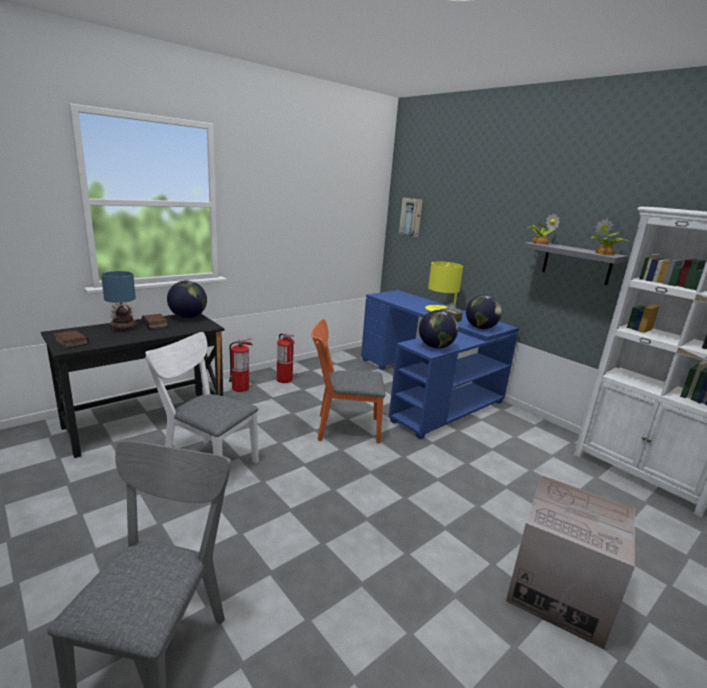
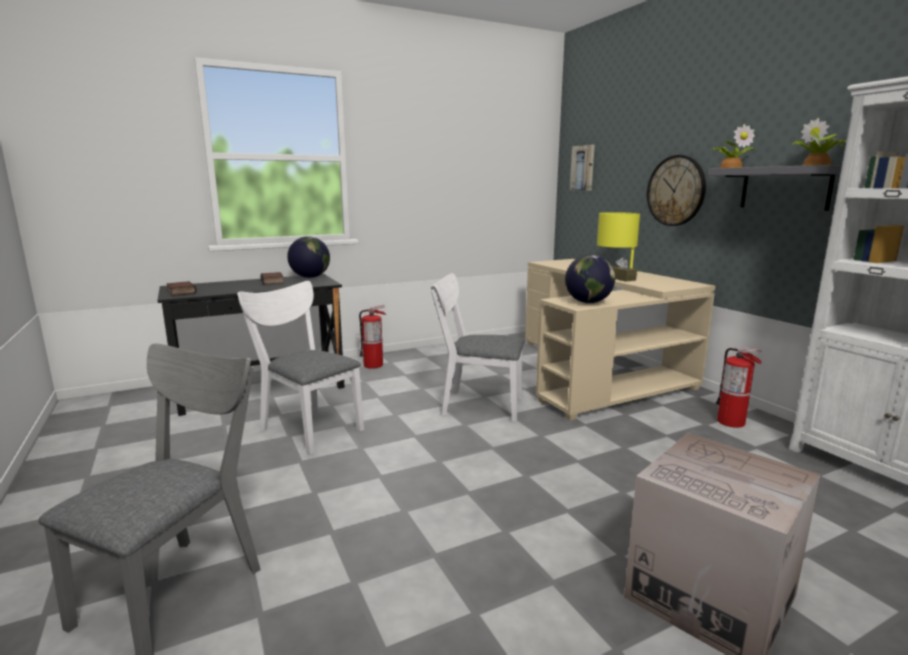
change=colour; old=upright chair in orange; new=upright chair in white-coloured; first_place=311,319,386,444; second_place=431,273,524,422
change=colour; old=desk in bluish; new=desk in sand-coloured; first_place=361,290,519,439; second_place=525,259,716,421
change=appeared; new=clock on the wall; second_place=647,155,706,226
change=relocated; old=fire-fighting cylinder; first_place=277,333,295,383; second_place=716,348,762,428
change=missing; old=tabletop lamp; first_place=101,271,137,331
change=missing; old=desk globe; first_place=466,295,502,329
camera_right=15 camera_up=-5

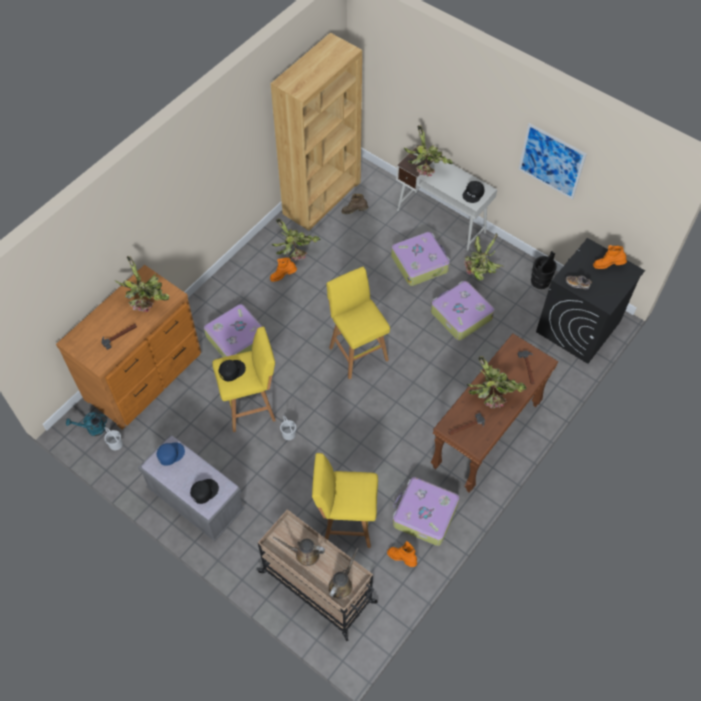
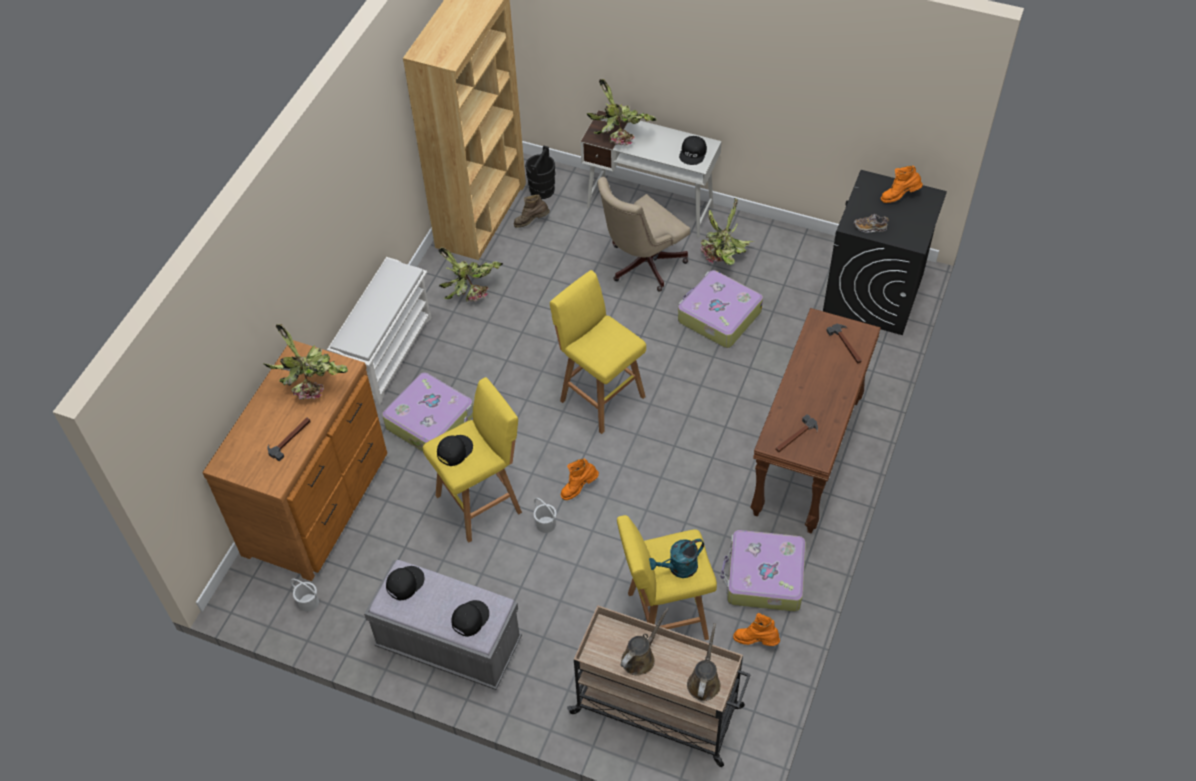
change=appeared; new=shoe rack in white-coloured; second_place=327,257,431,405
change=colour; old=peaked cap in bluish; new=peaked cap in black-coloured; first_place=157,443,185,466; second_place=386,566,425,600
change=relocated; old=bucket in black-coloured; first_place=531,251,557,289; second_place=525,145,555,199
change=relocated; old=tall boot in orange; first_place=270,257,297,282; second_place=561,458,599,500
change=exchanged; old=travel case; new=office chair in sand-coloured; first_place=391,232,450,286; second_place=597,177,690,292
change=spun; old=sprinkling can in brownish; first_place=273,537,325,566; second_place=621,608,669,676; degrees=135
change=relocated; old=sprinkling can in blue-green; first_place=66,412,107,436; second_place=649,539,704,578
change=missing; old=potted plant; first_place=467,356,527,408
change=missing; old=wall art; first_place=518,123,587,199
camera_right=-15 camera_up=-5

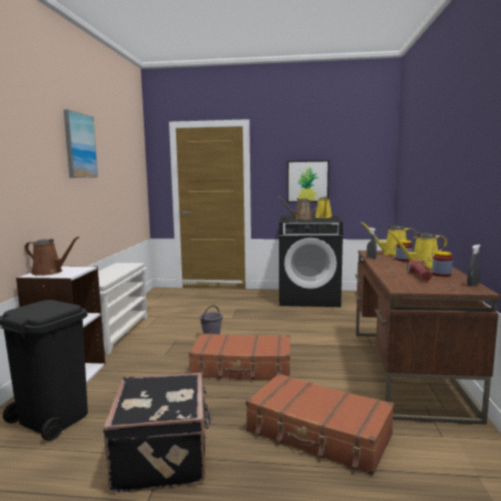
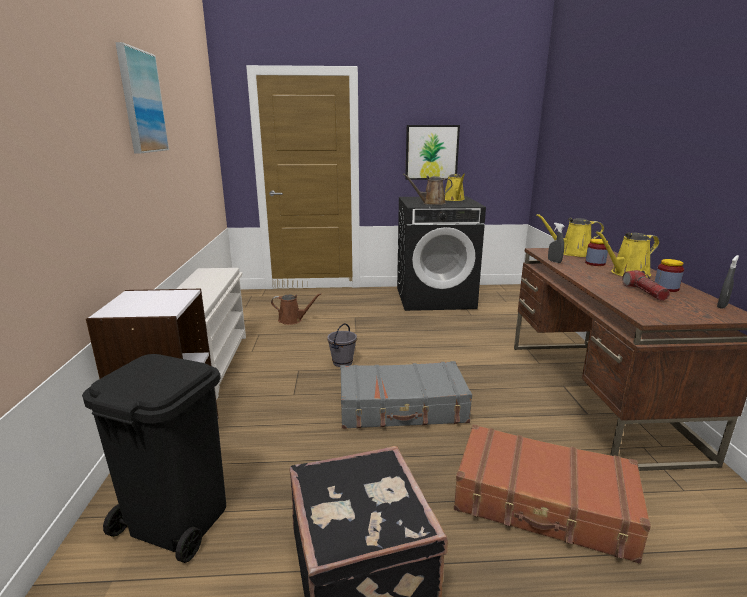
change=relocated; old=sprinkling can in brownish; first_place=25,236,80,276; second_place=271,293,322,325
change=colour; old=travel case in brownish; new=travel case in gray; first_place=189,333,290,380; second_place=340,361,472,429
camera_right=-10 camera_up=10

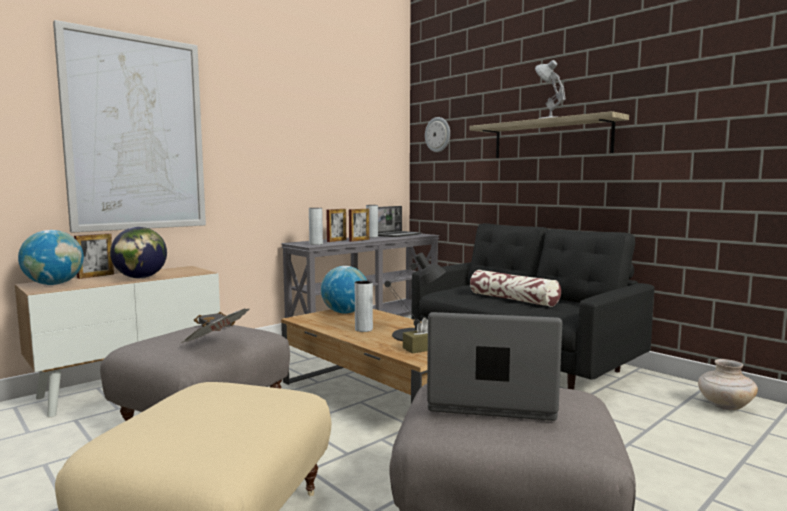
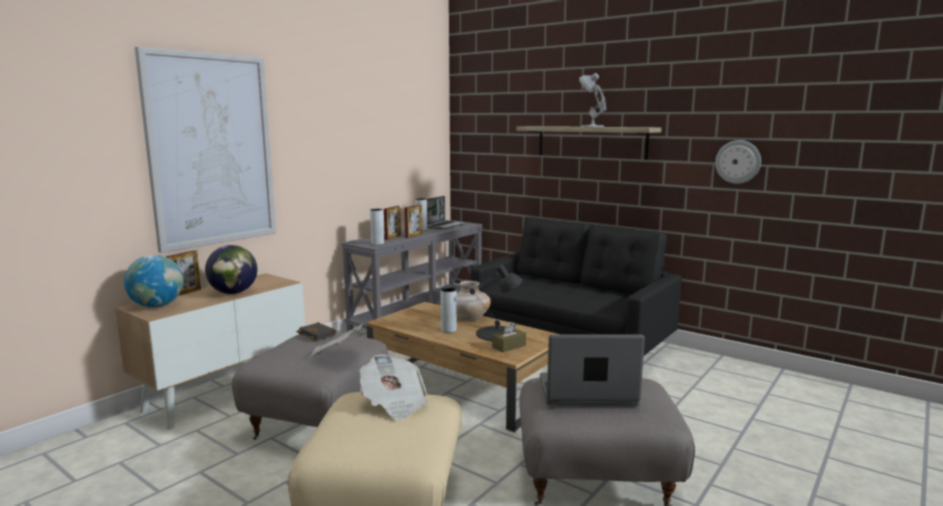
change=appeared; new=newspaper; second_place=360,354,428,421
change=relocated; old=decorative vase in sand-coloured; first_place=698,359,758,410; second_place=456,281,491,321
change=relocated; old=clock on the wall; first_place=425,117,450,152; second_place=715,140,761,184
change=missing; old=desk globe; first_place=321,266,367,314
change=missing; old=cushion; first_place=470,270,561,307
camera_right=-10 camera_up=5

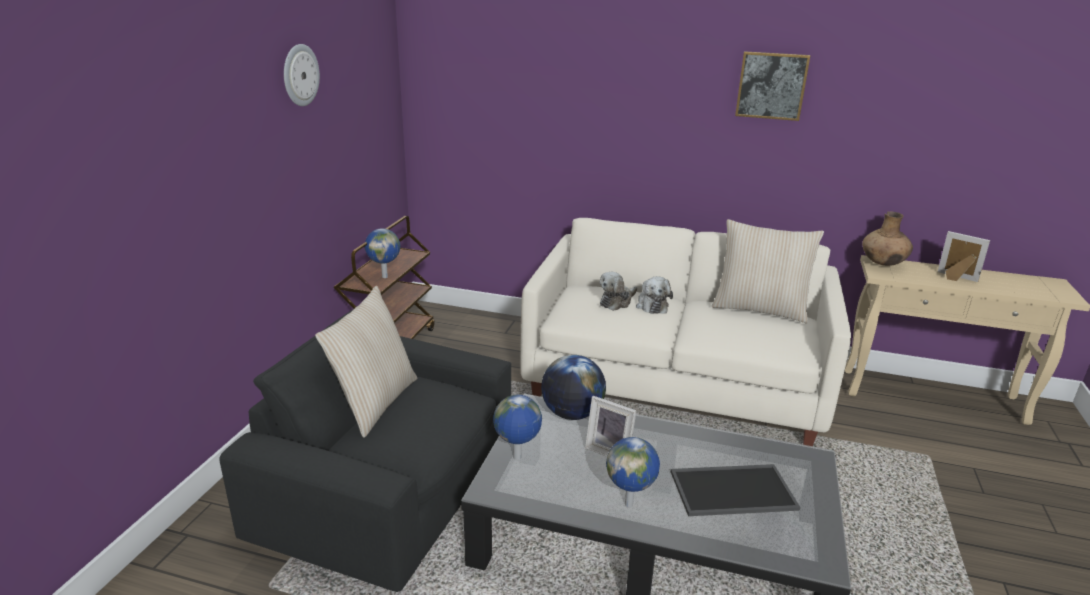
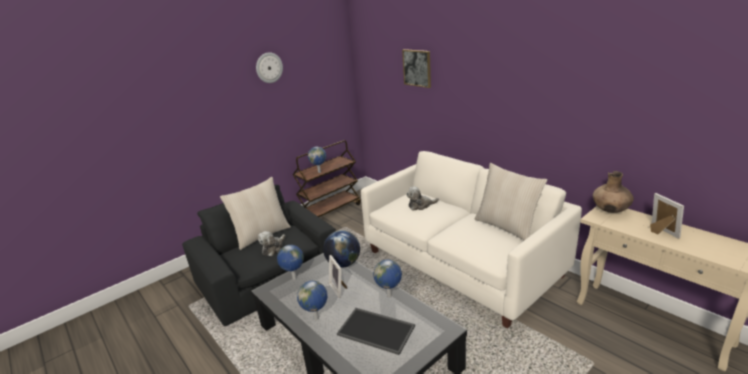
change=relocated; old=plush toy; first_place=636,276,673,314; second_place=258,231,285,256
change=appeared; new=desk globe; second_place=373,260,402,298
change=relocated; old=wall art; first_place=735,51,810,121; second_place=402,49,431,88
camera_right=35 camera_up=0

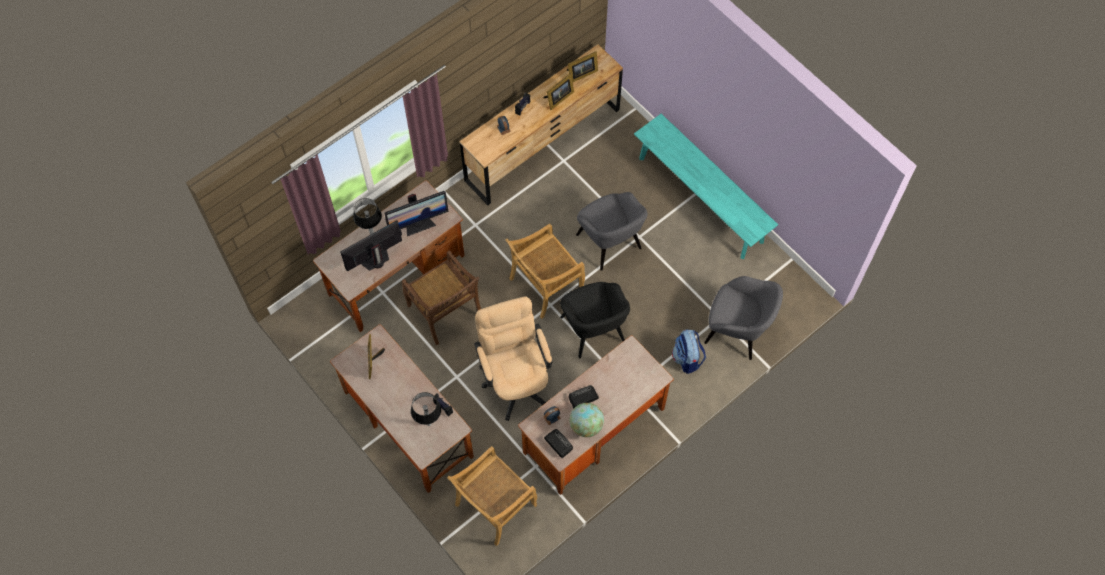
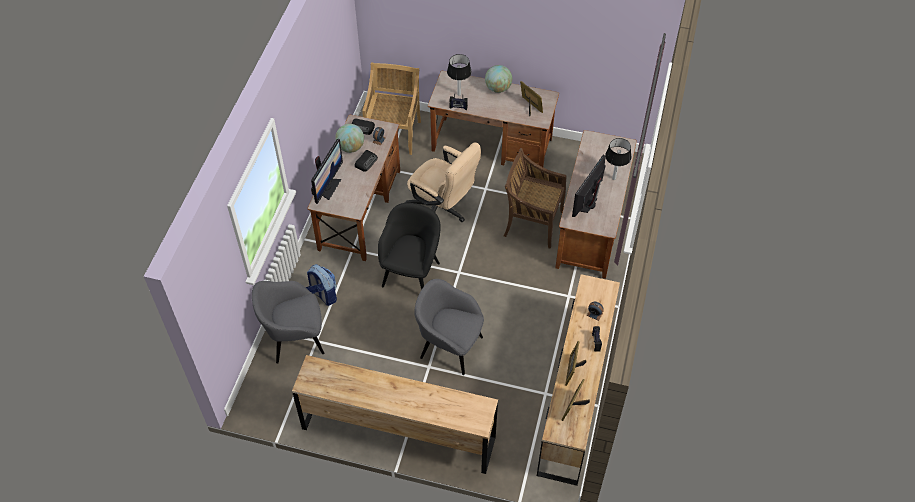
change=exchanged; old=bench in blue-green; new=drawer chest in brownish; first_place=634,114,778,259; second_place=292,355,498,474
change=relocated; old=monitor; first_place=340,220,402,271; second_place=311,139,343,204
change=spun; old=easy chair in black-coloured; first_place=560,282,630,358; second_place=378,203,441,290; degrees=75
change=appeared; new=desk globe; second_place=485,65,512,93
change=missing; old=upright chair in sand-coloured; first_place=505,224,585,319
camera_right=145 camera_up=-10

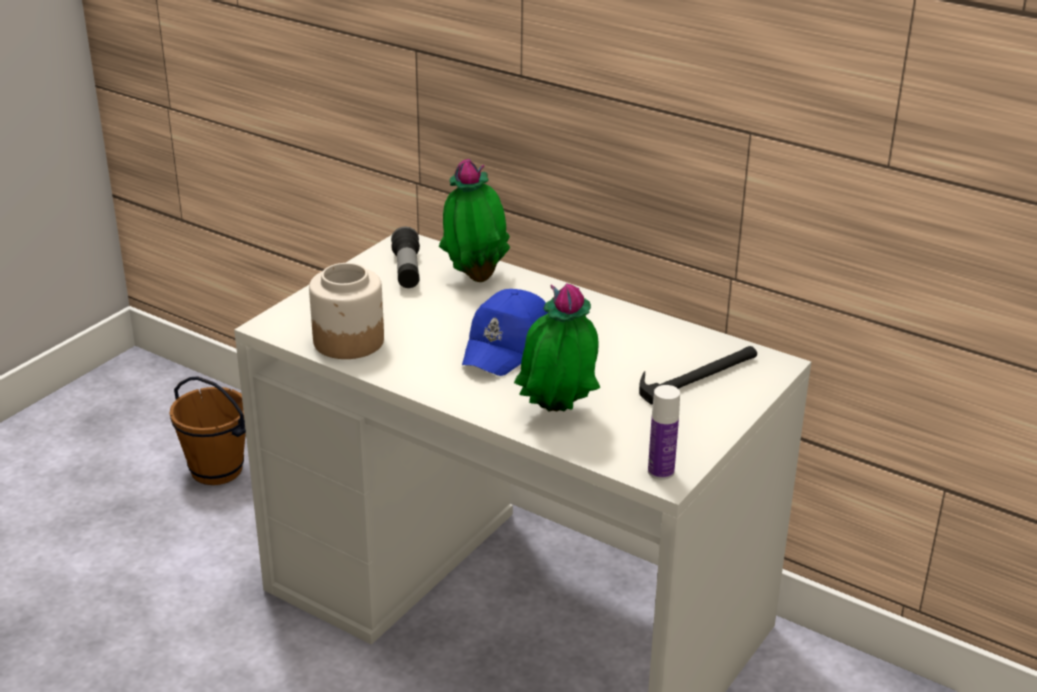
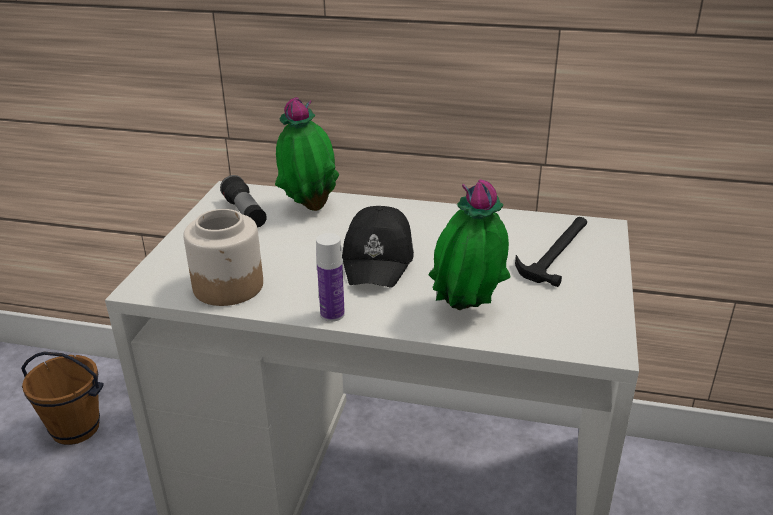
change=relocated; old=bottle; first_place=648,385,680,480; second_place=316,233,345,322
change=colour; old=peaked cap in bluish; new=peaked cap in black-coloured; first_place=462,289,548,376; second_place=342,206,414,288
camera_right=-20 camera_up=0

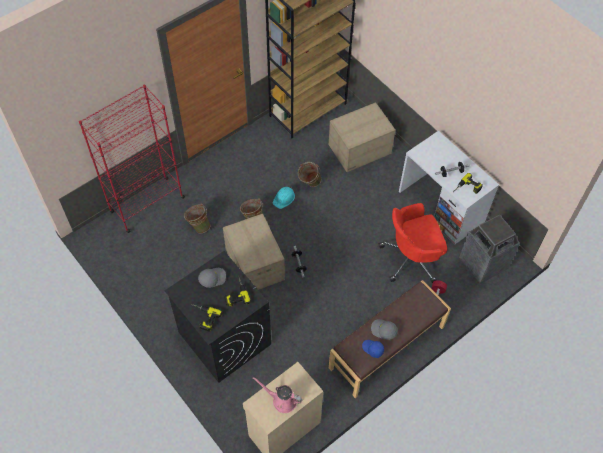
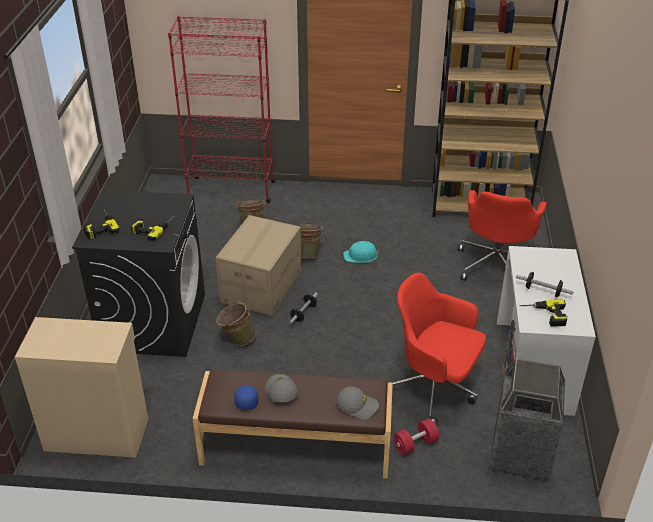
change=relocated; old=bucket in greenish; first_place=298,162,321,187; second_place=216,301,256,346
change=relocated; old=peaked cap in gray; first_place=198,268,226,288; second_place=337,387,379,420
change=exchanged; old=cardboard box; new=office chair in red; first_place=329,102,395,172; second_place=458,190,547,281
change=missing; old=sprinkling can in pink-coloured; first_place=253,377,302,413
camera_right=45 camera_up=-20

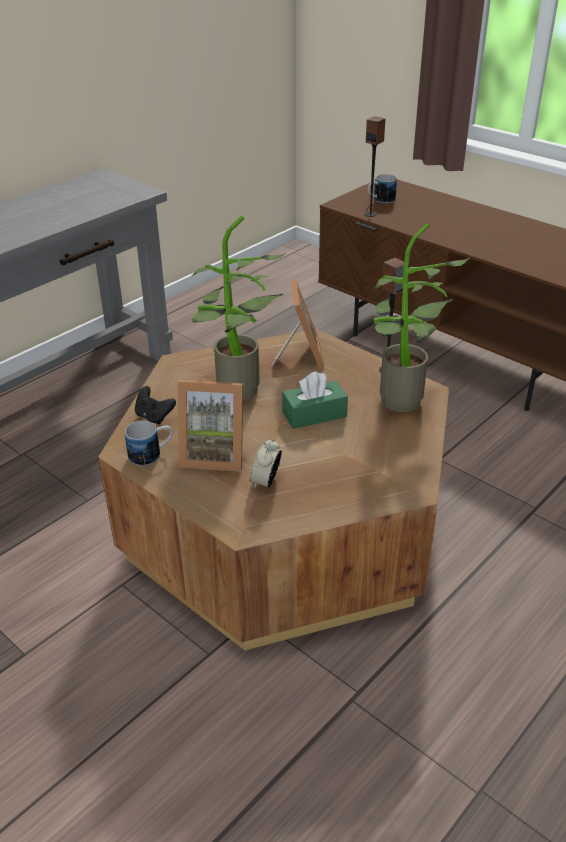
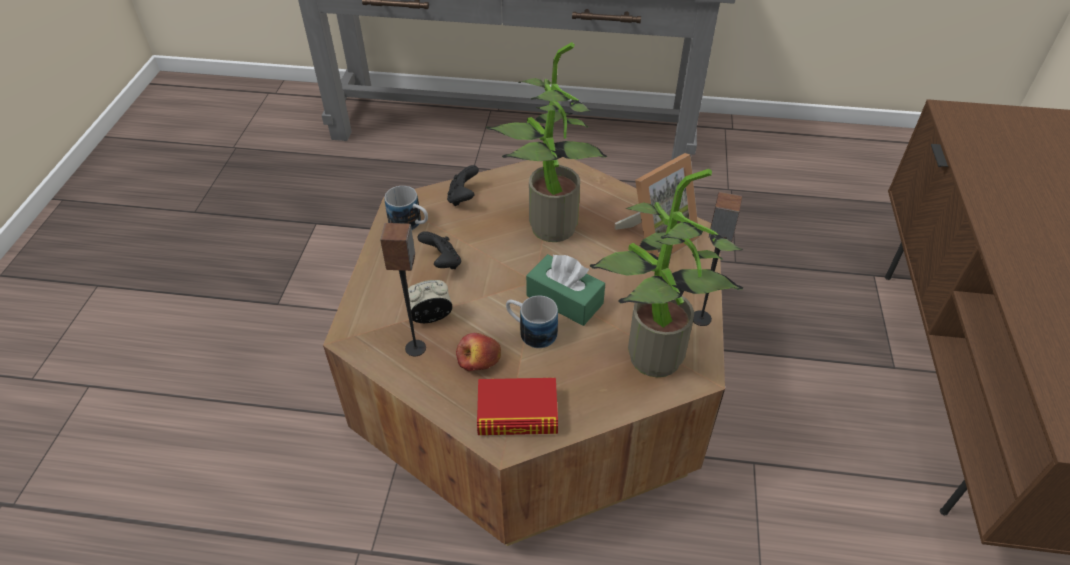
change=relocated; old=loudspeaker; first_place=364,116,385,217; second_place=380,223,426,356
change=exchanged; old=picture frame; new=game controller in black-coloured; first_place=178,380,243,472; second_place=417,231,461,269
change=appeared; new=apple fruit; second_place=456,333,501,371
change=appeared; new=volume; second_place=477,378,558,435
change=relocated; old=mug; first_place=368,174,397,203; second_place=506,296,558,348
camera_right=55 camera_up=10

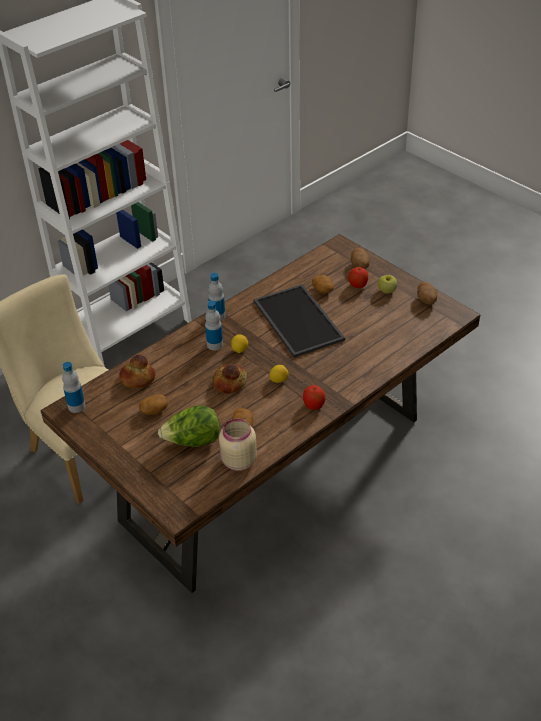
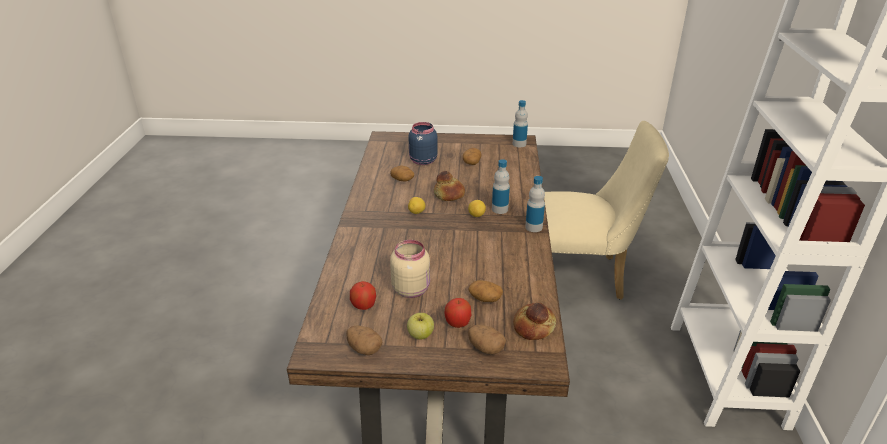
change=relocated; old=apple fruit; first_place=303,385,325,410; second_place=350,281,376,310
change=relocated; old=jar in sand-coloured; first_place=219,418,257,471; second_place=390,240,430,298
change=exchanged; old=head of lettuce; new=jar in bluish; first_place=158,405,220,447; second_place=408,122,438,165
change=relocated; old=baked bread; first_place=119,354,155,388; second_place=513,303,556,340
change=missing; old=tray; first_place=253,284,345,358
camera_right=135 camera_up=-10

